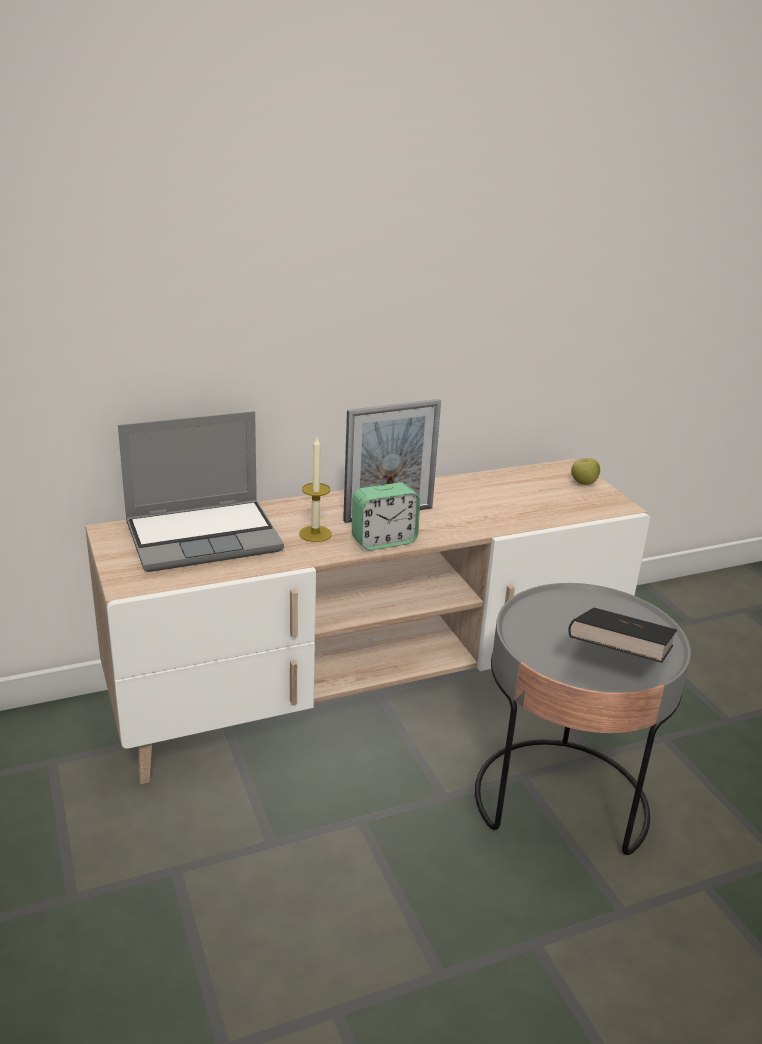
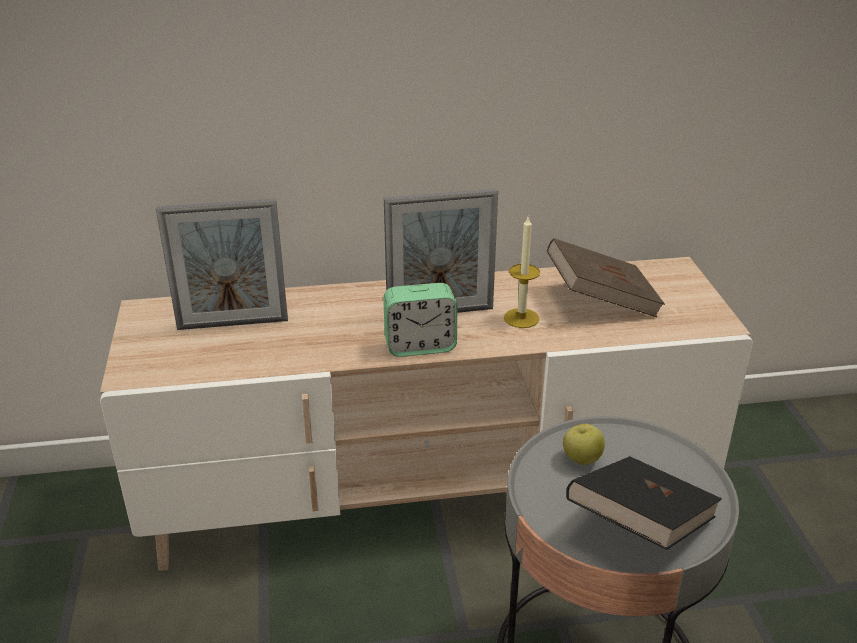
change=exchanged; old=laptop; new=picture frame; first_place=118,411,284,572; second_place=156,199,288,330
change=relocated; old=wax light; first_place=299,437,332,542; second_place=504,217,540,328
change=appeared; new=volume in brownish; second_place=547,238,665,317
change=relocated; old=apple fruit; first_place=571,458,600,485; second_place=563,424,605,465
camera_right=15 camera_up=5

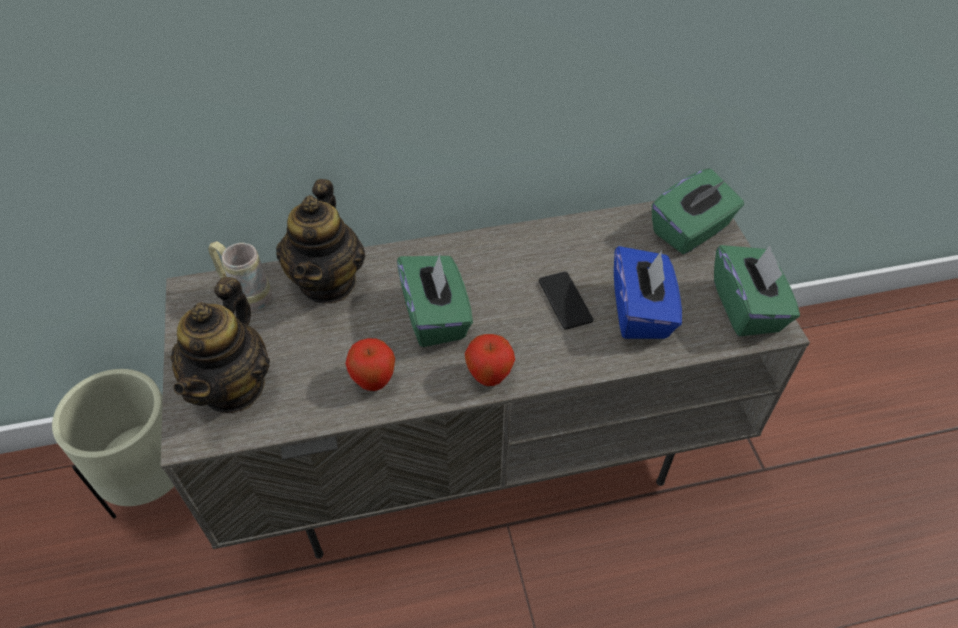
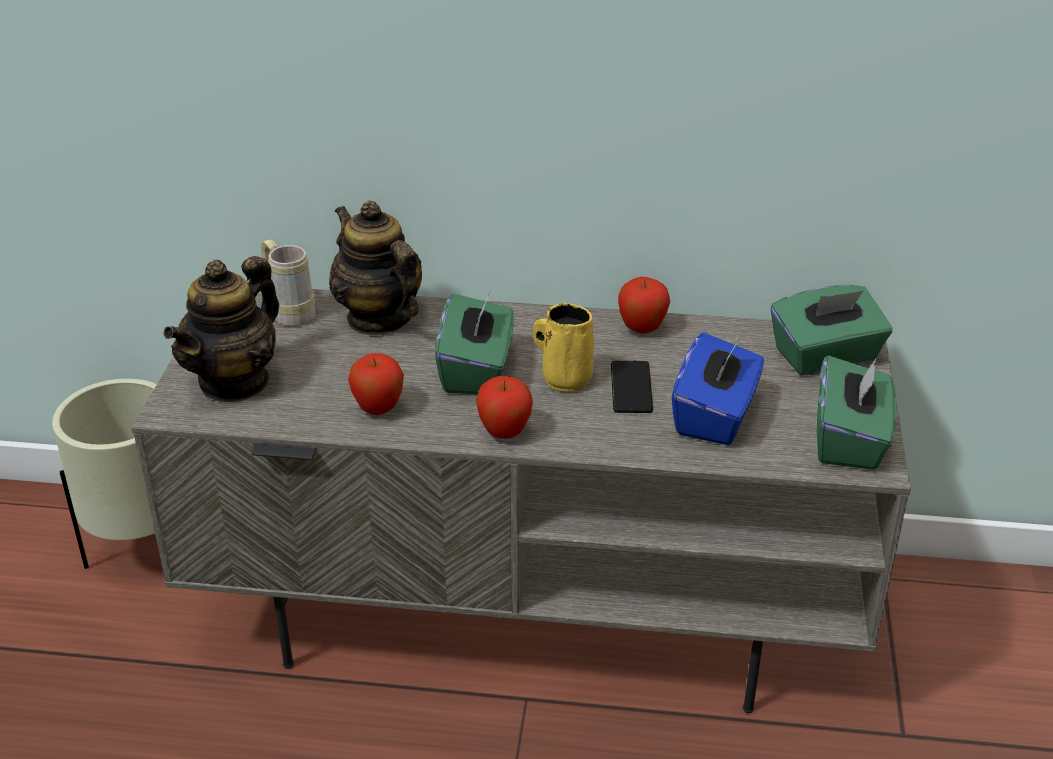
change=spun; old=pot for tea; first_place=276,179,365,303; second_place=329,200,422,335; degrees=120
change=appeared; new=mug in yellow; second_place=533,303,594,392
change=appeared; new=apple fruit; second_place=618,277,670,334
camera_right=20 camera_up=-15

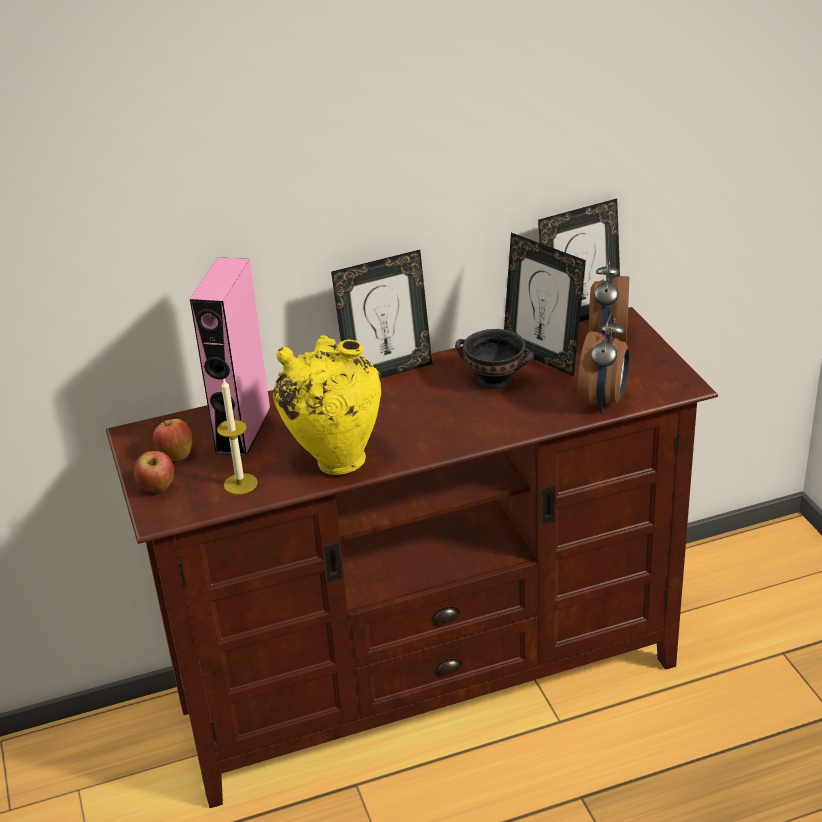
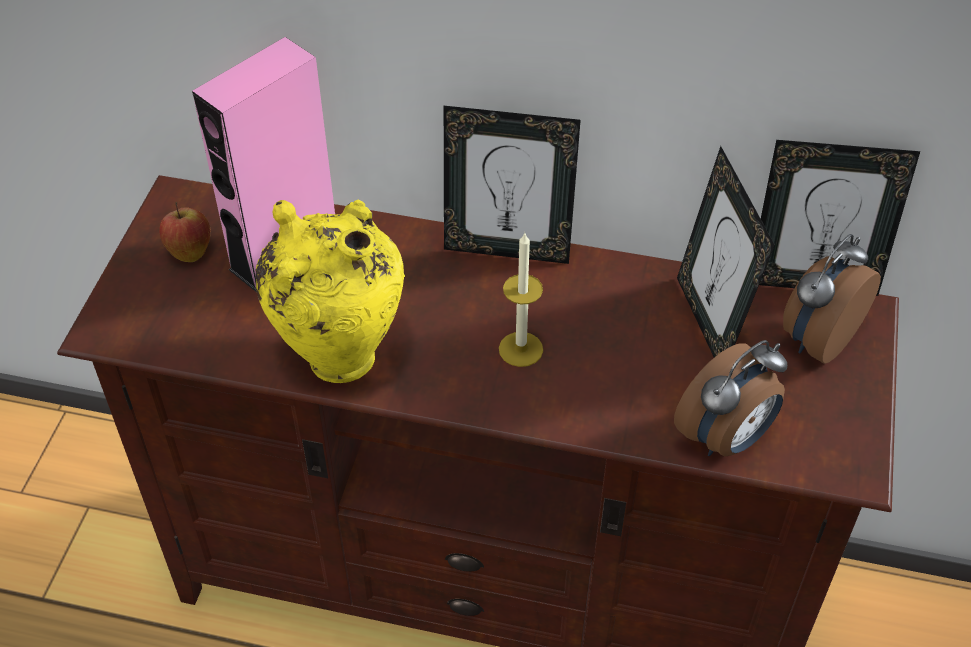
change=relocated; old=wax light; first_place=217,379,258,495; second_place=499,233,543,367
change=missing; old=apple fruit; first_place=134,451,174,493
change=missing; old=deep dish in black-coloured; first_place=455,329,534,389
camera_right=30 camera_up=15

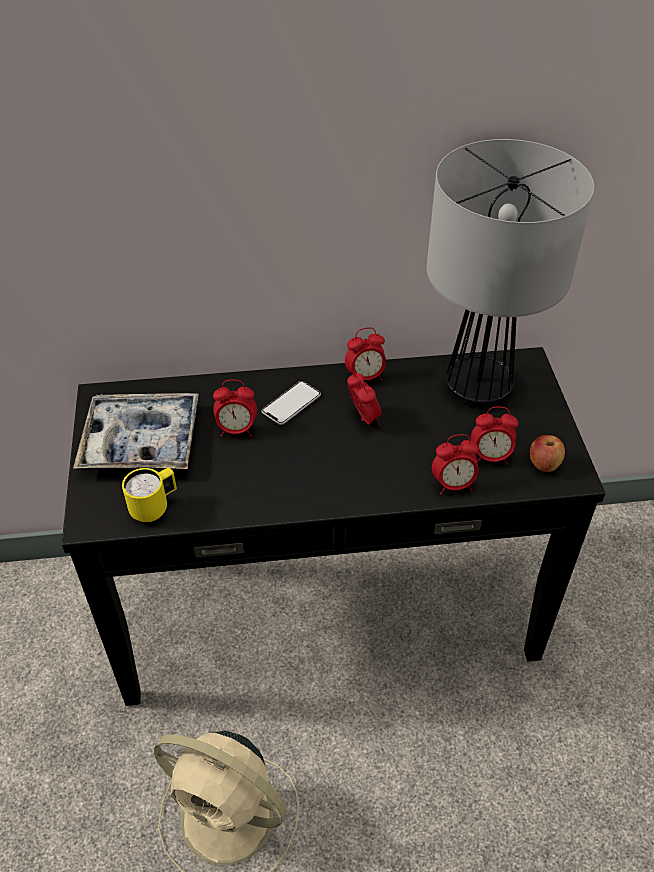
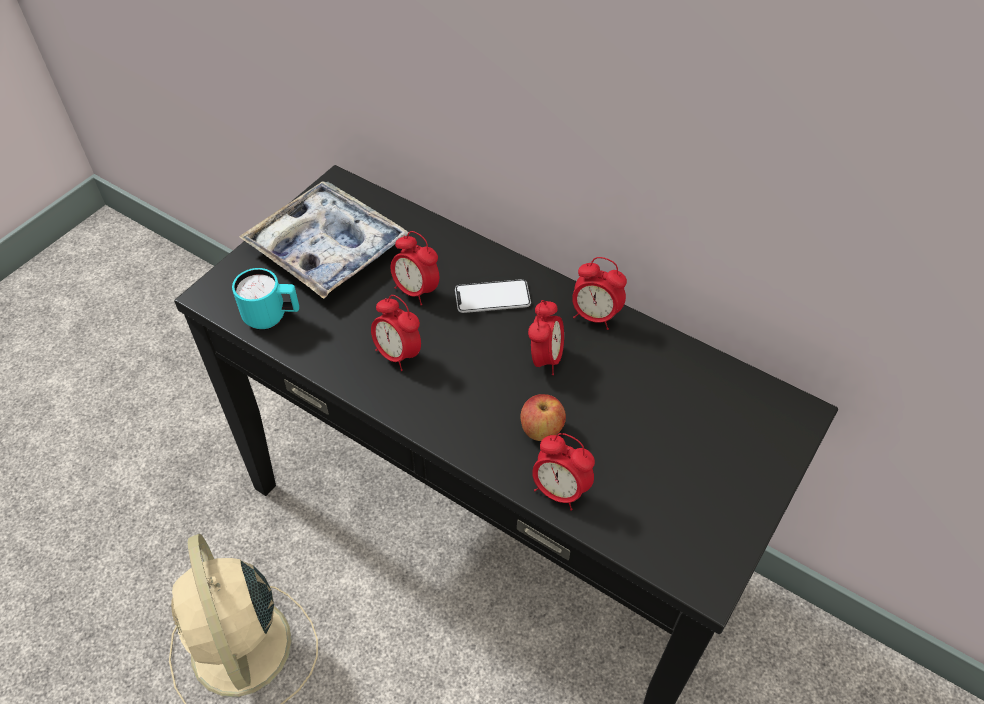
change=colour; old=mug in yellow; new=mug in blue-green; first_place=122,467,177,523; second_place=232,268,299,330
change=relocated; old=bedside clock; first_place=471,407,518,465; second_place=371,295,421,371
change=relocated; old=apple fruit; first_place=530,435,565,472; second_place=521,394,566,441
change=missing; old=tabletop lamp; first_place=426,139,595,405
camera_right=40 camera_up=5

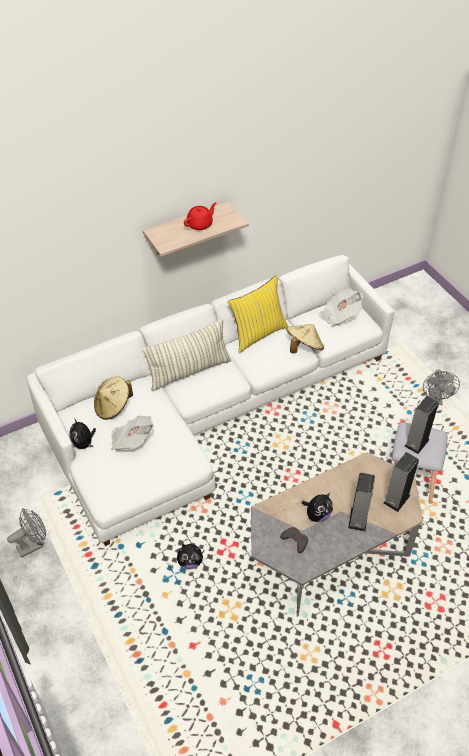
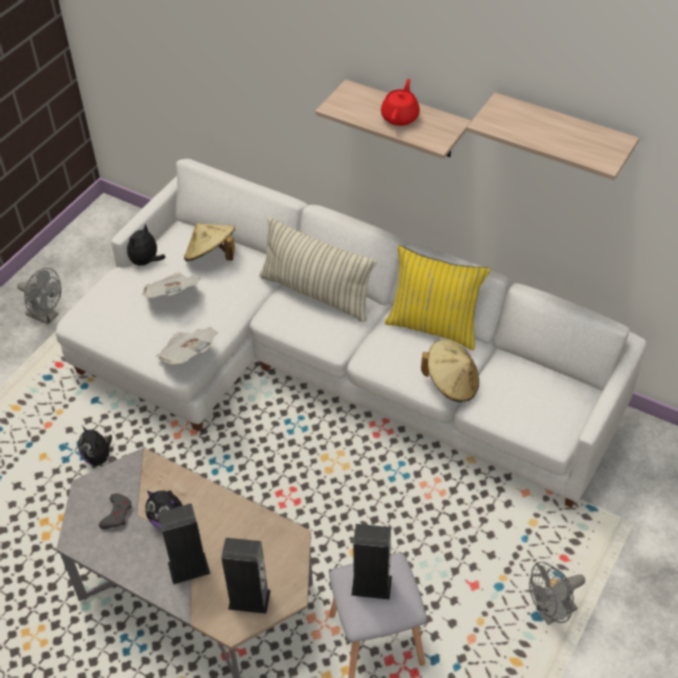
change=relocated; old=newspaper; first_place=318,289,363,327; second_place=156,327,218,364
change=spun; old=pot for tea in red; first_place=184,202,216,230; second_place=381,79,420,126; degrees=-90
change=appeared; new=bracket shelf; second_place=467,92,639,180
camera_right=60 camera_up=0

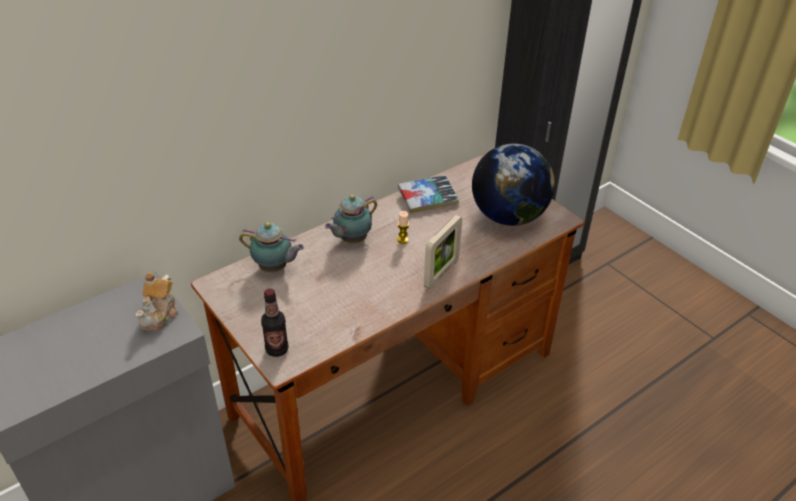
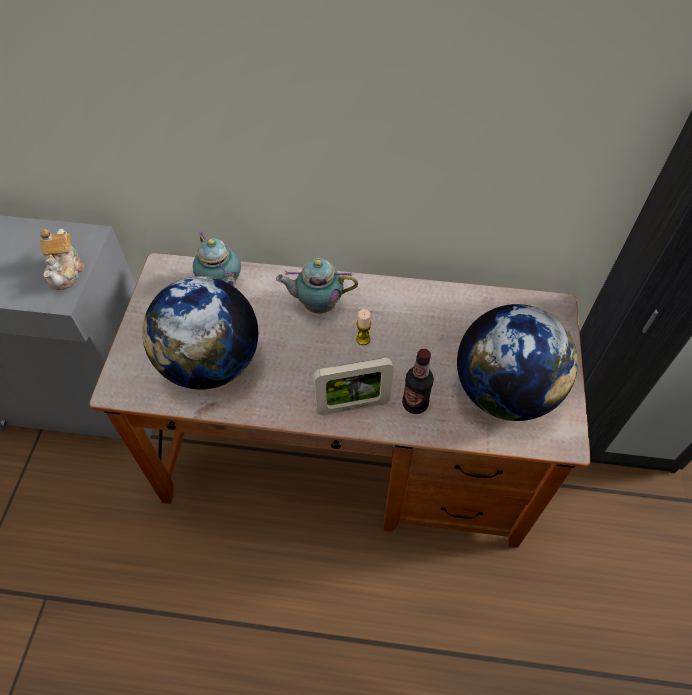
change=spun; old=pot for tea; first_place=136,273,178,331; second_place=40,229,84,290; degrees=-60
change=appeared; new=desk globe; second_place=142,276,258,390
change=relocated; old=bottle; first_place=261,289,289,357; second_place=402,349,434,414
change=missing; old=volume; first_place=398,175,459,213
camera_right=45 camera_up=15

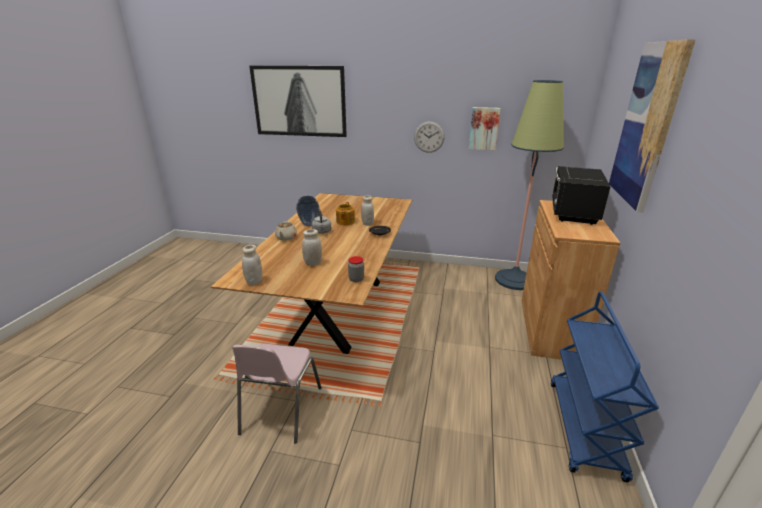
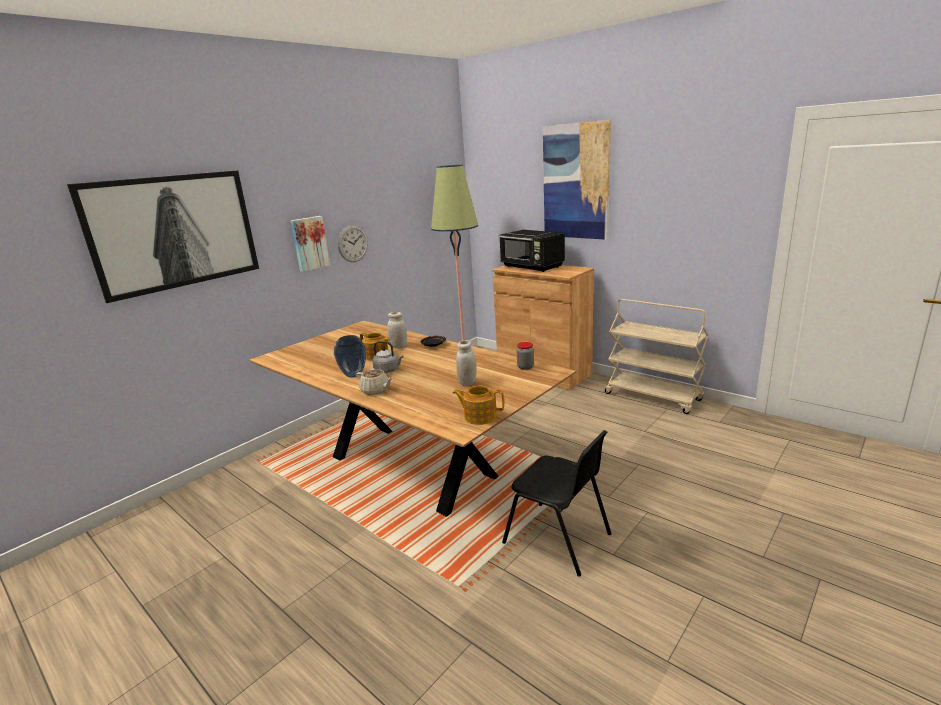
change=relocated; old=wall art; first_place=469,107,501,150; second_place=291,216,330,272
change=exchanged; old=jar in white-coloured; new=pot for tea; first_place=242,245,262,285; second_place=452,385,505,425
change=colour; old=upright chair in pink-coloured; new=upright chair in black-coloured; first_place=232,344,321,444; second_place=502,430,612,576
change=colour; old=trolley in bluish; new=trolley in sand-coloured; first_place=551,292,659,483; second_place=605,299,709,414
camera_right=-60 camera_up=-5

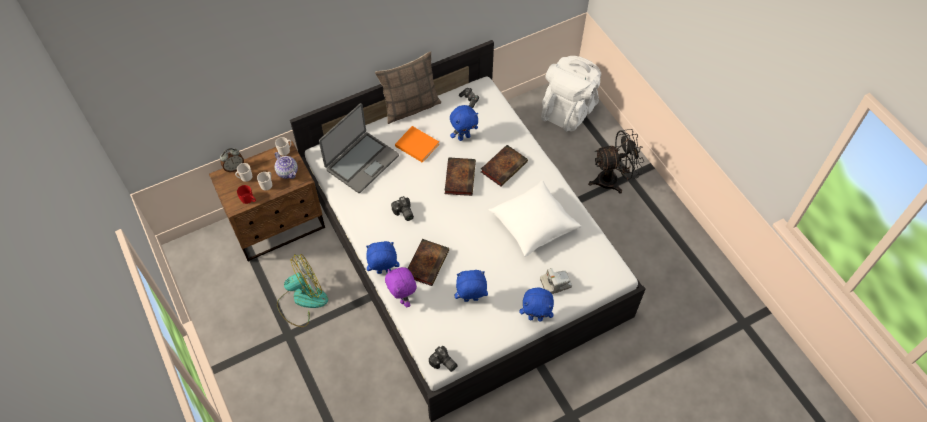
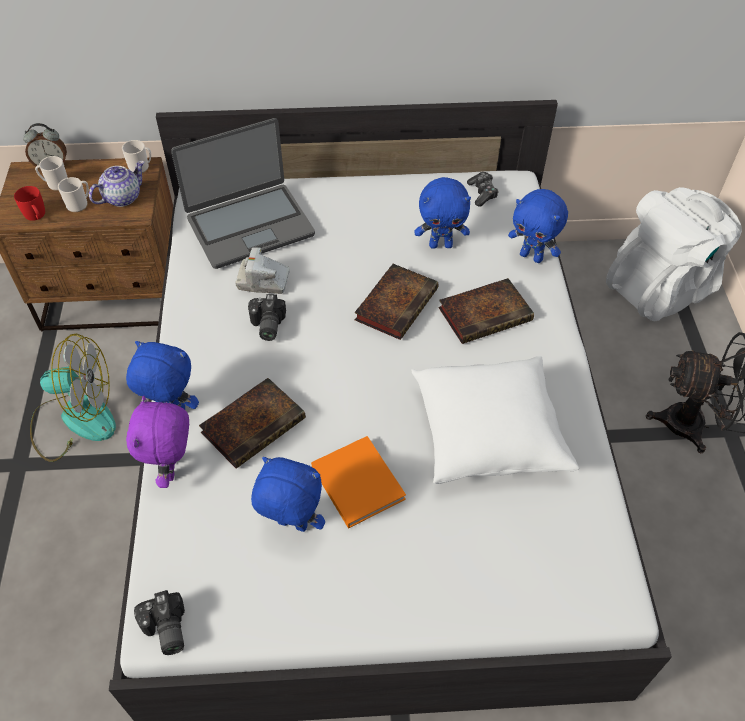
change=spun; old=pot for tea; first_place=275,152,298,179; second_place=89,161,145,207; degrees=-120
change=relocated; old=photo camera; first_place=540,268,572,294; second_place=235,247,290,294
change=relocated; old=volume in orange; first_place=395,126,439,163; second_place=311,436,406,529
change=relocated; old=plush toy in bluish; first_place=520,288,554,322; second_place=508,189,568,263
change=missing; old=cushion; first_place=375,51,441,124
camera_right=25 camera_up=-5

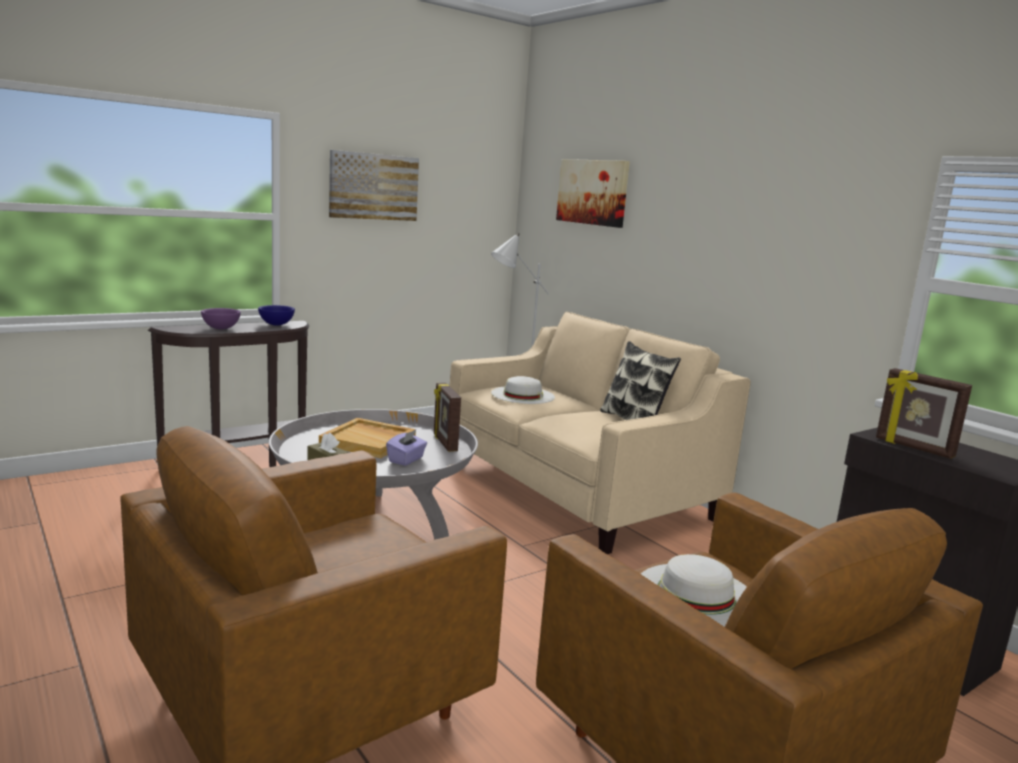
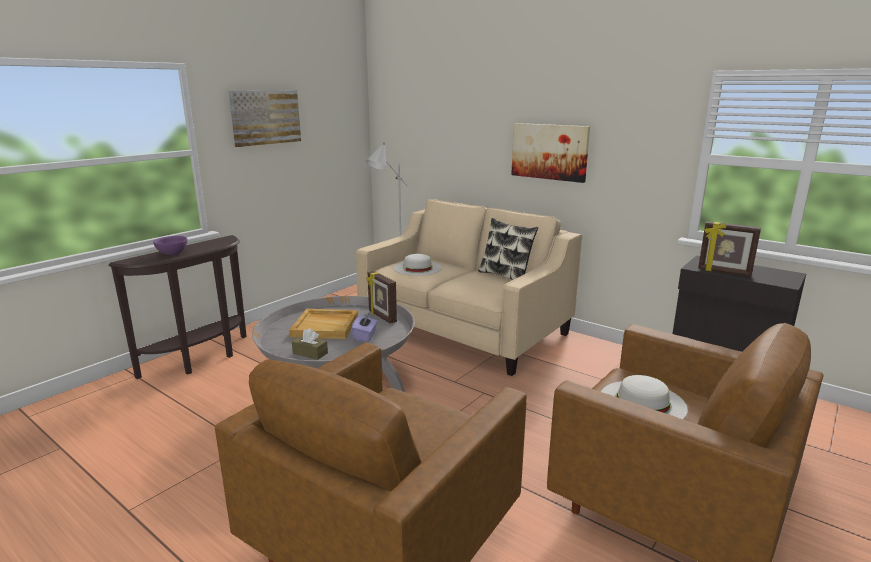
change=relocated; old=wall art; first_place=556,159,630,228; second_place=511,123,590,183
change=missing; old=deep dish in bluish; first_place=258,305,295,325
camera_right=-15 camera_up=5

